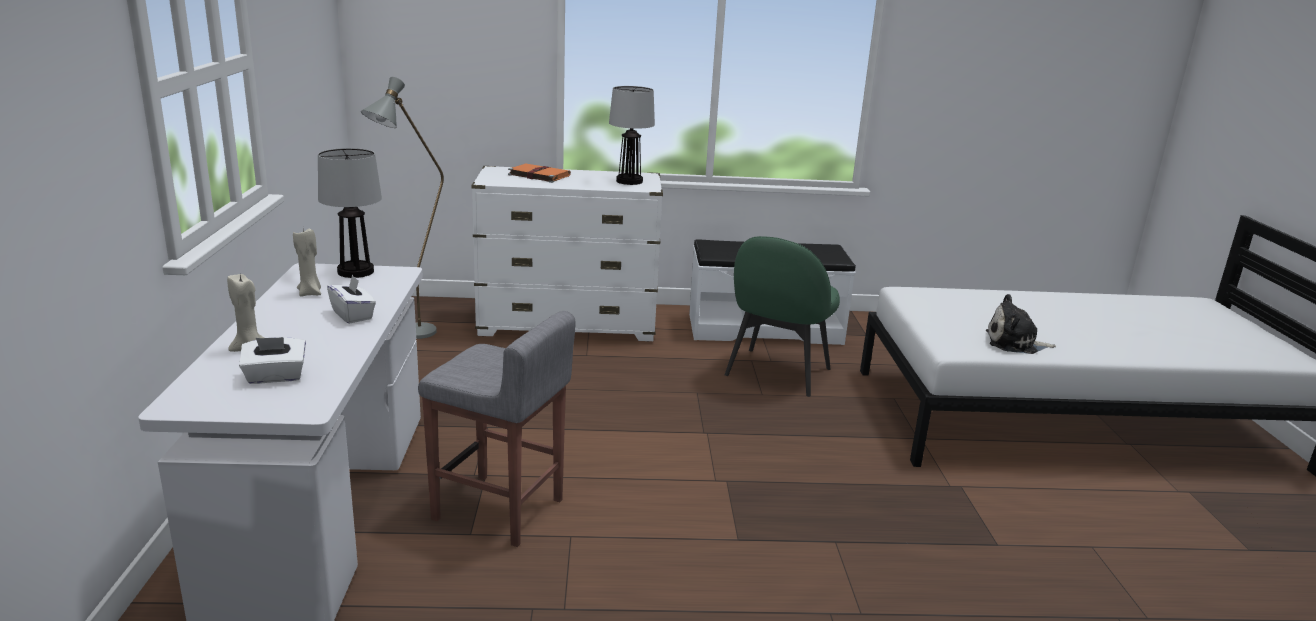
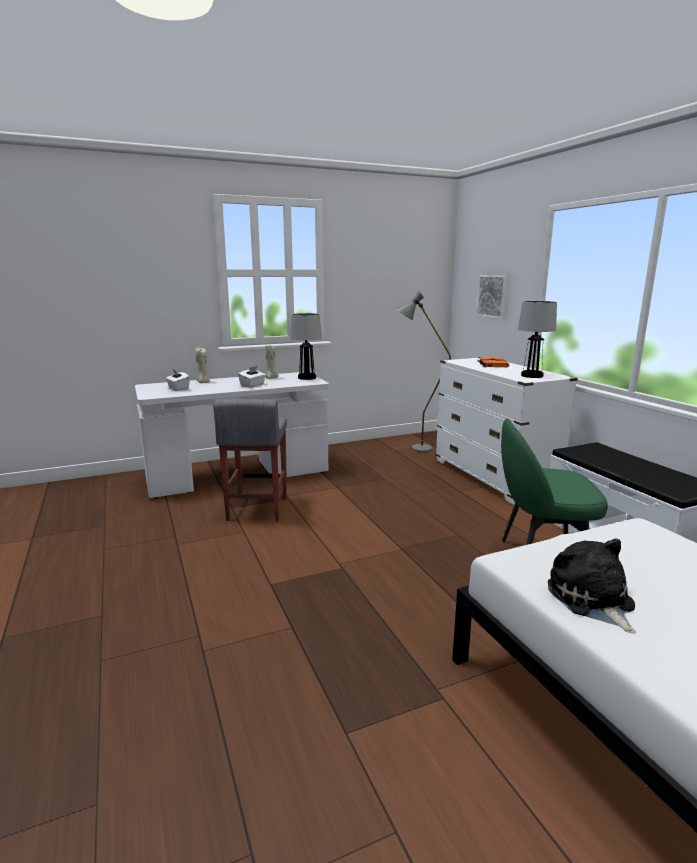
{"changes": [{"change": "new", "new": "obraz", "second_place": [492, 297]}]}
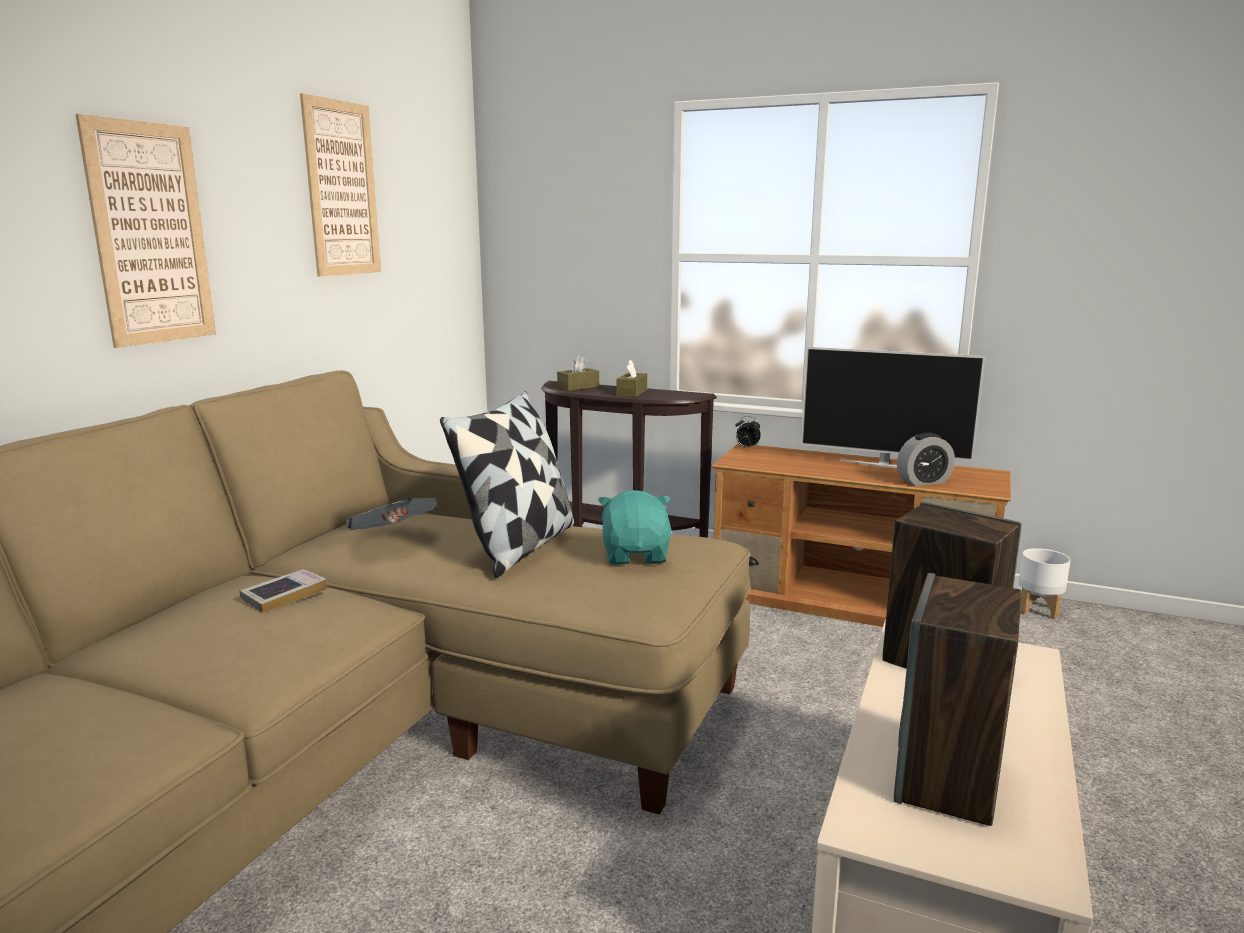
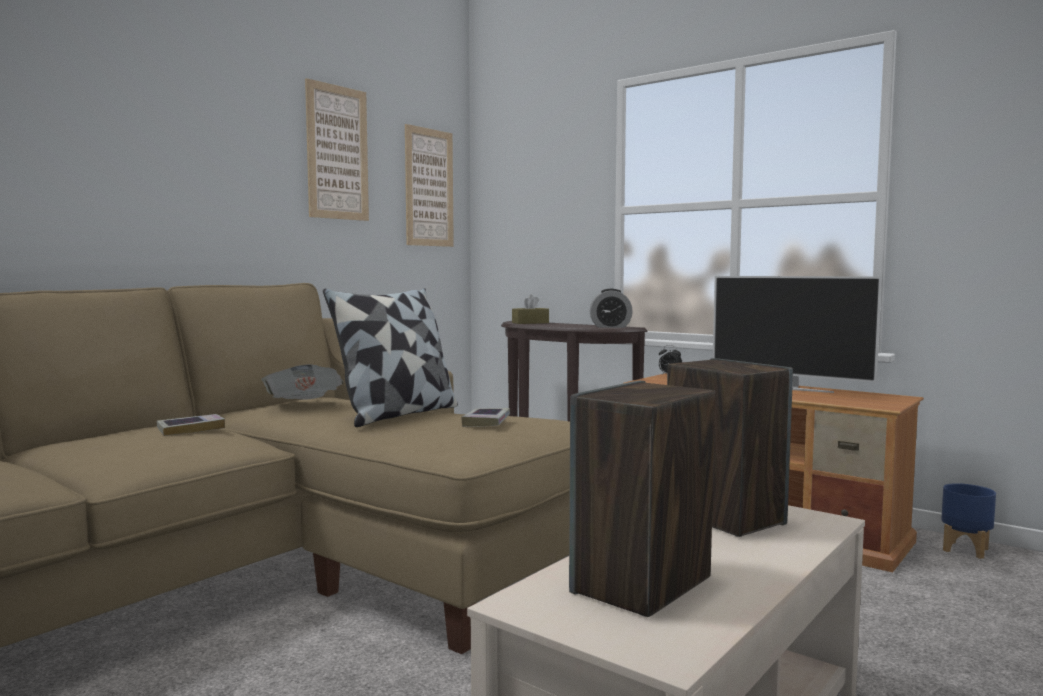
{"changes": [{"change": "gone", "old": "pudełko chusteczek/brązowy", "first_place": [631, 378]}, {"change": "shifted", "old": "obraz", "first_place": [146, 231], "second_place": [429, 185]}, {"change": "shifted", "old": "budzik", "first_place": [926, 459], "second_place": [611, 308]}, {"change": "swapped", "old": "pluszak/turkusowy", "new": "książka", "first_place": [634, 527], "second_place": [485, 417]}, {"change": "repainted", "old": "donica/biały", "new": "donica/niebieski", "first_place": [1045, 583], "second_place": [968, 521]}]}
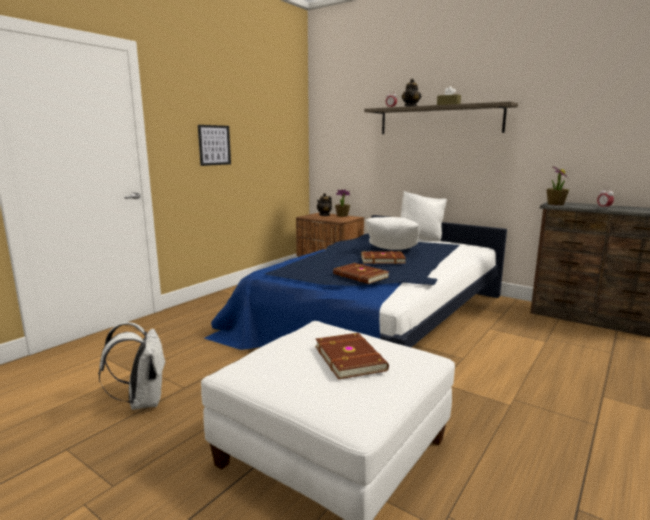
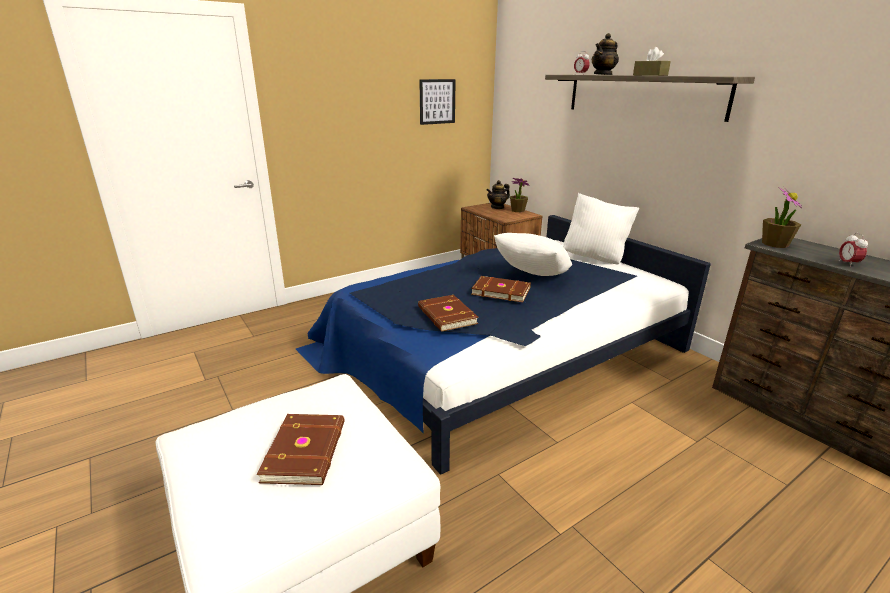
{"changes": [{"change": "gone", "old": "plecak/biały", "first_place": [132, 366]}, {"change": "shifted", "old": "obraz", "first_place": [214, 145], "second_place": [437, 102]}]}
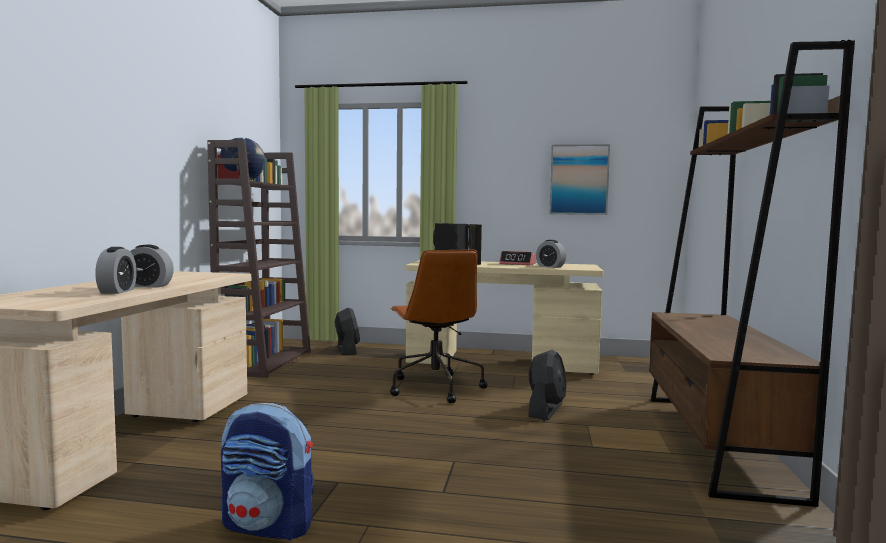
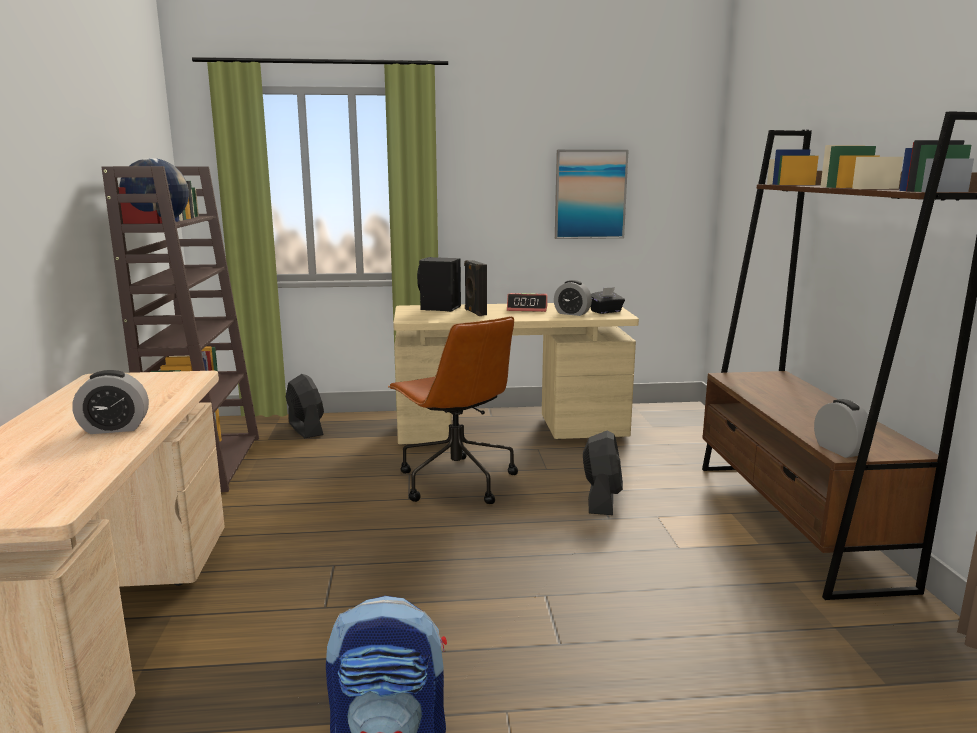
{"changes": [{"change": "new", "new": "pudełko chusteczek/czarny", "second_place": [608, 300]}, {"change": "shifted", "old": "budzik", "first_place": [116, 270], "second_place": [843, 428]}]}
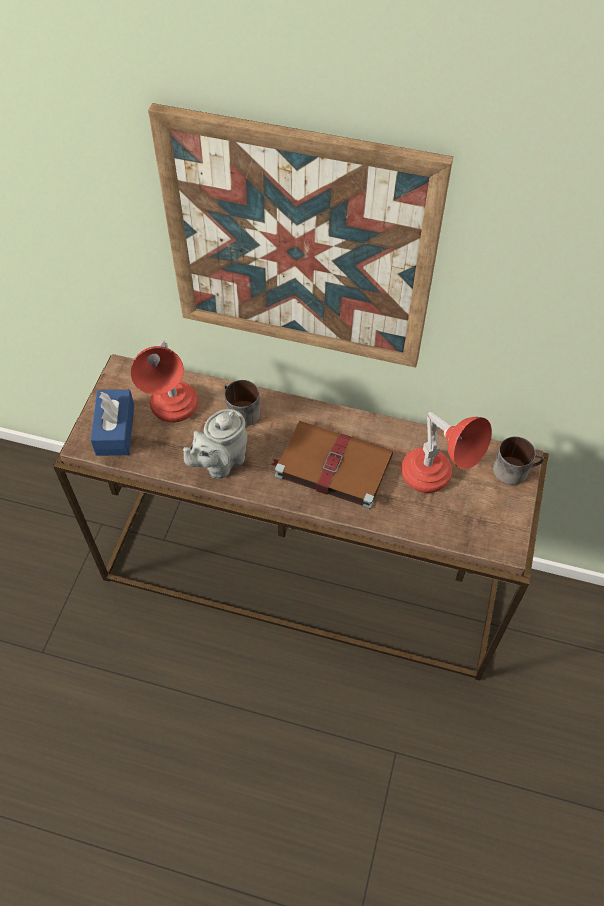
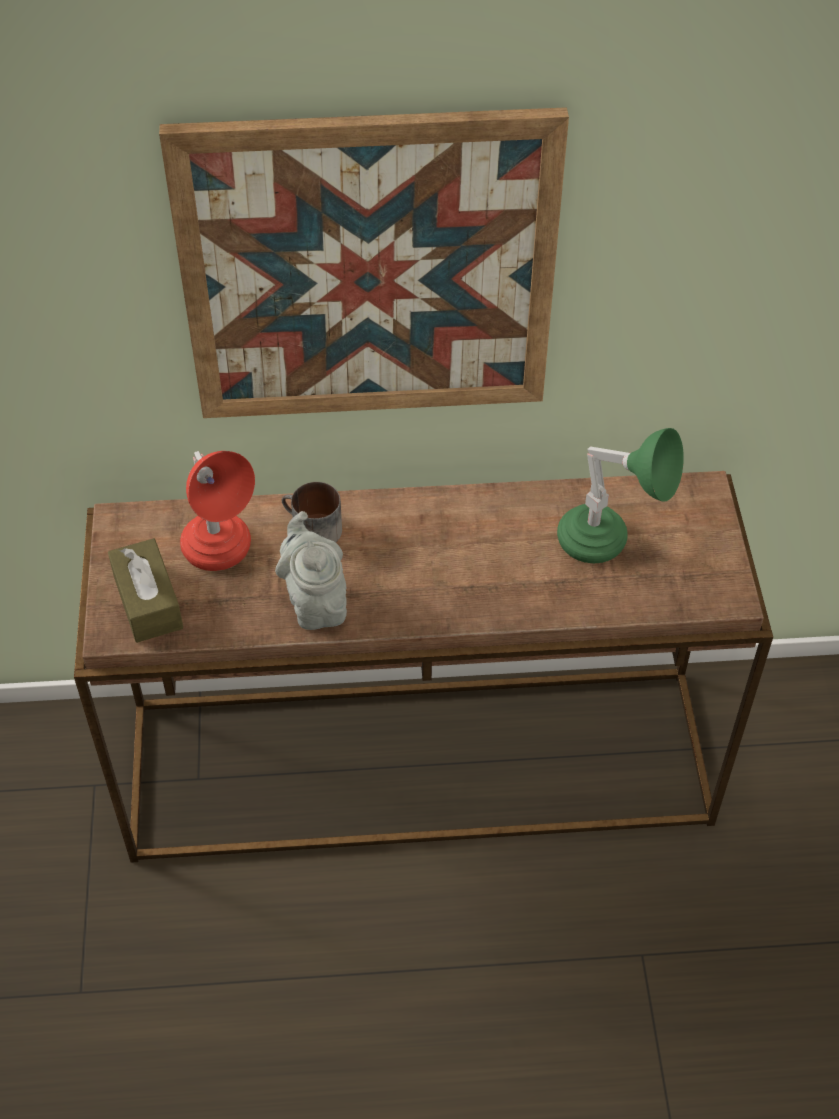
{"changes": [{"change": "gone", "old": "książka/brązowy", "first_place": [332, 465]}, {"change": "gone", "old": "kubek", "first_place": [518, 461]}, {"change": "repainted", "old": "pudełko chusteczek/niebieski", "new": "pudełko chusteczek/brązowy", "first_place": [112, 422], "second_place": [145, 590]}, {"change": "repainted", "old": "lampa stołowa/czerwony", "new": "lampa stołowa/zielony", "first_place": [446, 452], "second_place": [620, 495]}, {"change": "rotated", "old": "imbryk/szary", "first_place": [215, 444], "second_place": [311, 570], "degrees": 135}]}
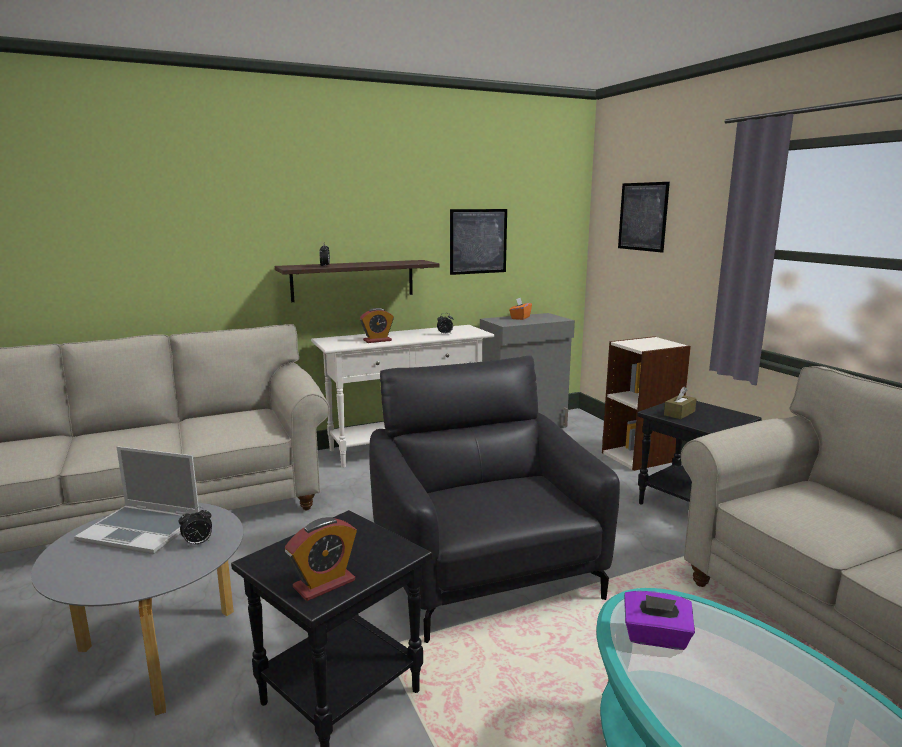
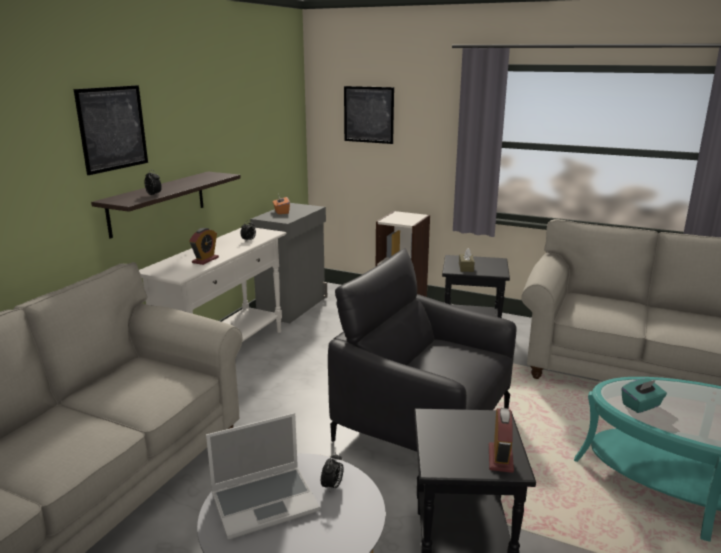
{"changes": [{"change": "shifted", "old": "obraz", "first_place": [478, 242], "second_place": [111, 130]}, {"change": "repainted", "old": "pudełko chusteczek/fioletowy", "new": "pudełko chusteczek/turkusowy", "first_place": [659, 620], "second_place": [644, 395]}]}
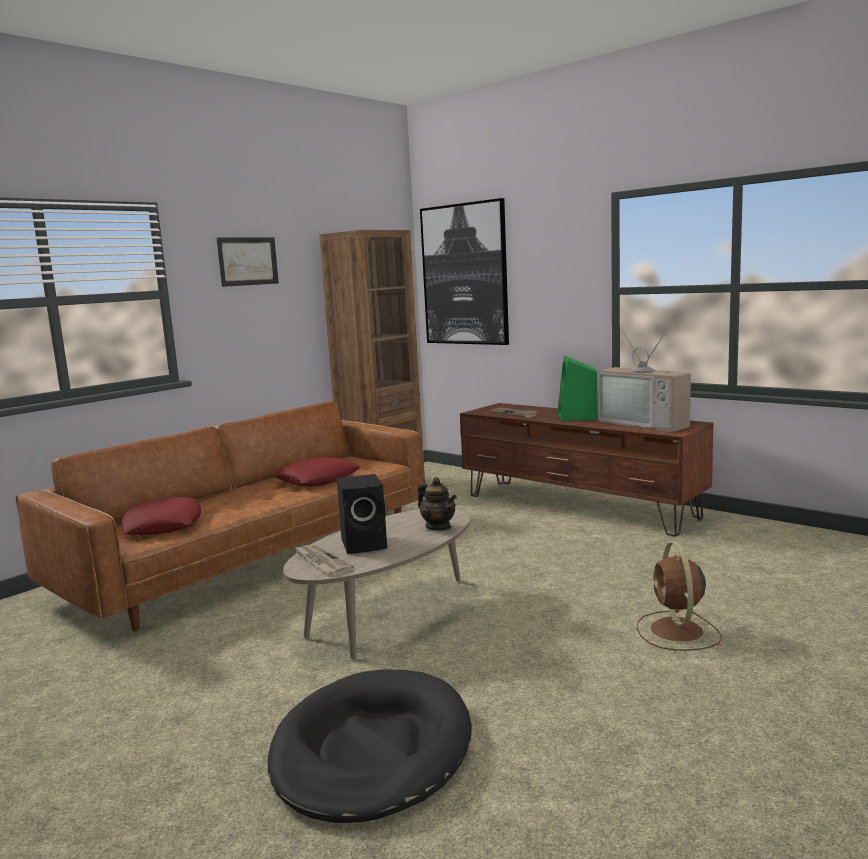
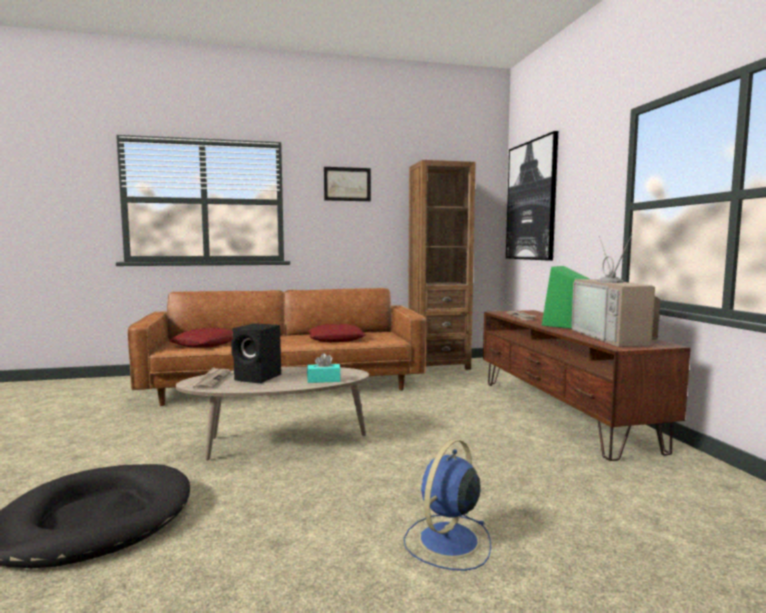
{"changes": [{"change": "swapped", "old": "imbryk", "new": "pudełko chusteczek/turkusowy", "first_place": [437, 503], "second_place": [324, 368]}, {"change": "repainted", "old": "wentylator/brązowy", "new": "wentylator/niebieski", "first_place": [679, 596], "second_place": [447, 505]}]}
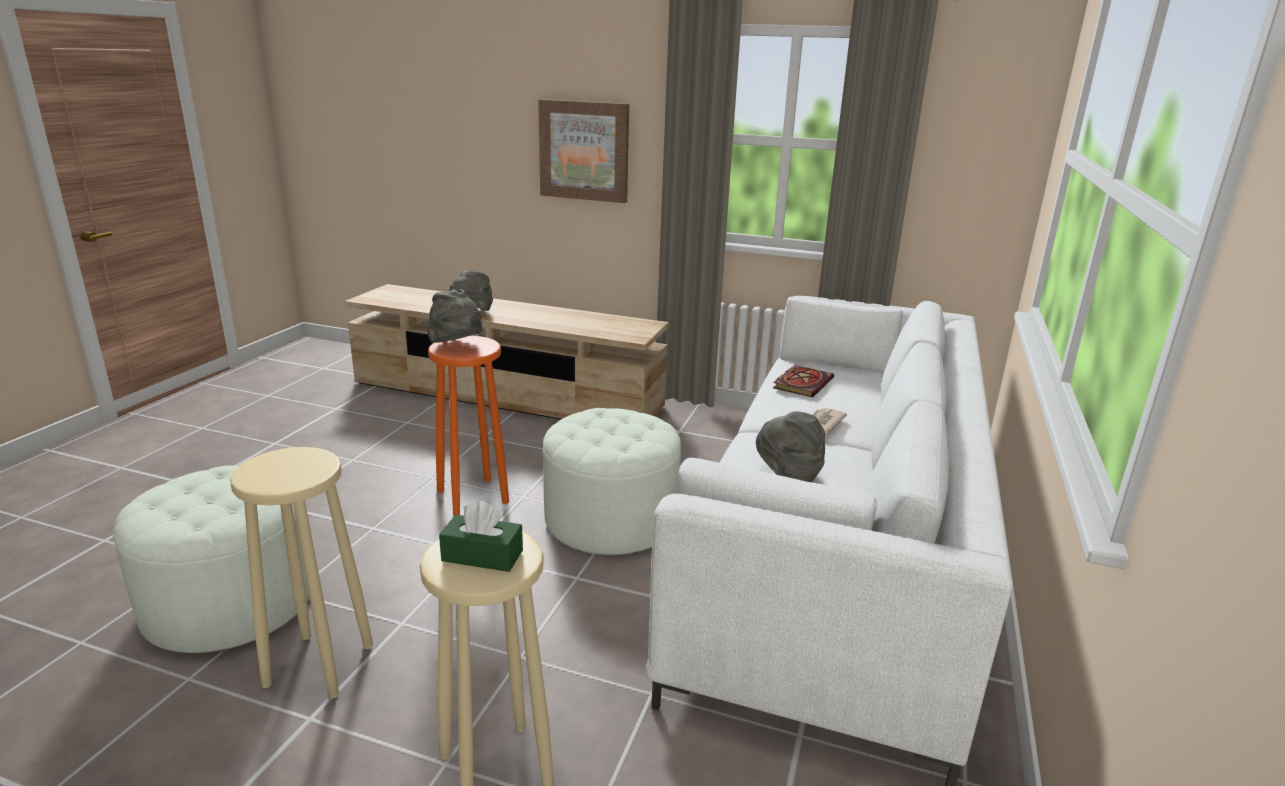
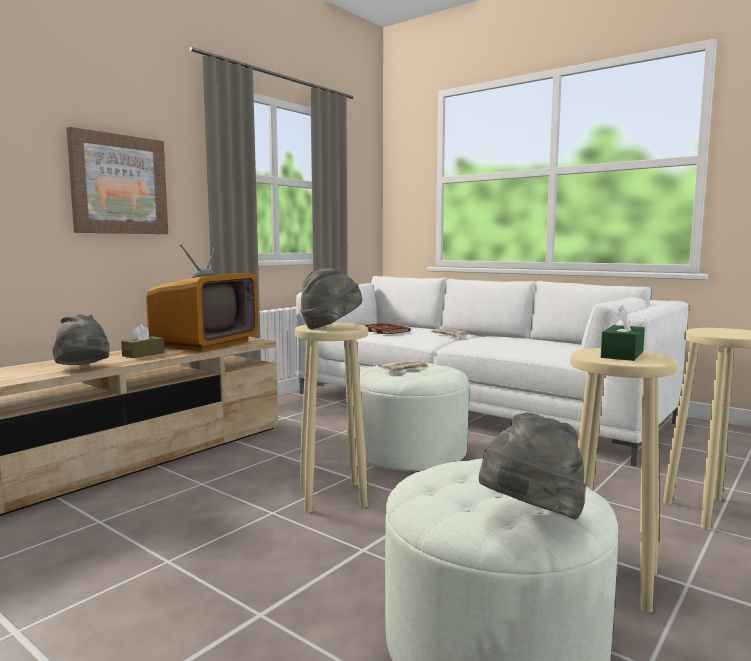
{"changes": [{"change": "new", "new": "pudełko chusteczek/brązowy", "second_place": [143, 341]}, {"change": "new", "new": "telewizor", "second_place": [202, 295]}, {"change": "new", "new": "gazeta", "second_place": [403, 365]}, {"change": "shifted", "old": "pudełko chusteczek/zielony", "first_place": [481, 536], "second_place": [623, 333]}, {"change": "shifted", "old": "kapelusz/szary", "first_place": [790, 446], "second_place": [532, 466]}, {"change": "repainted", "old": "stołek/pomarańczowy", "new": "stołek/beżowy", "first_place": [468, 426], "second_place": [331, 417]}]}
